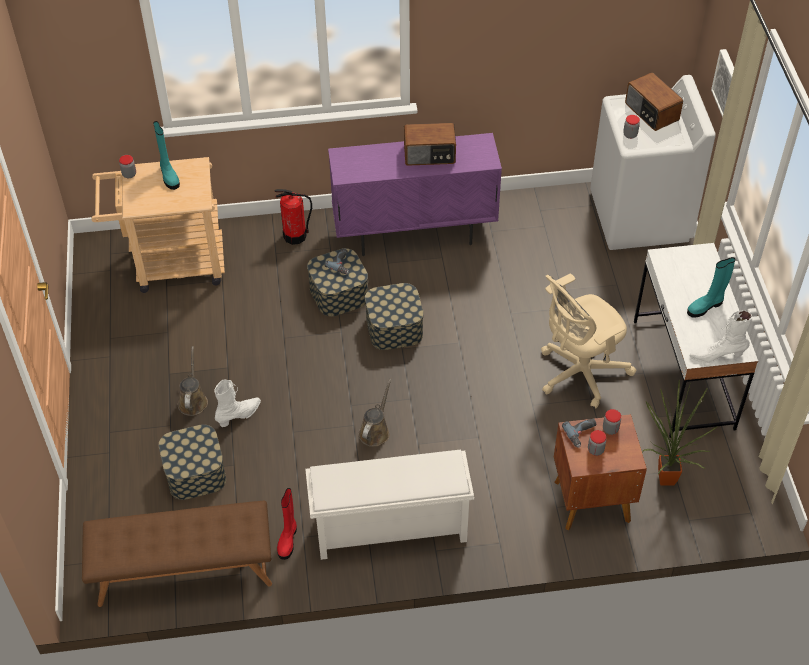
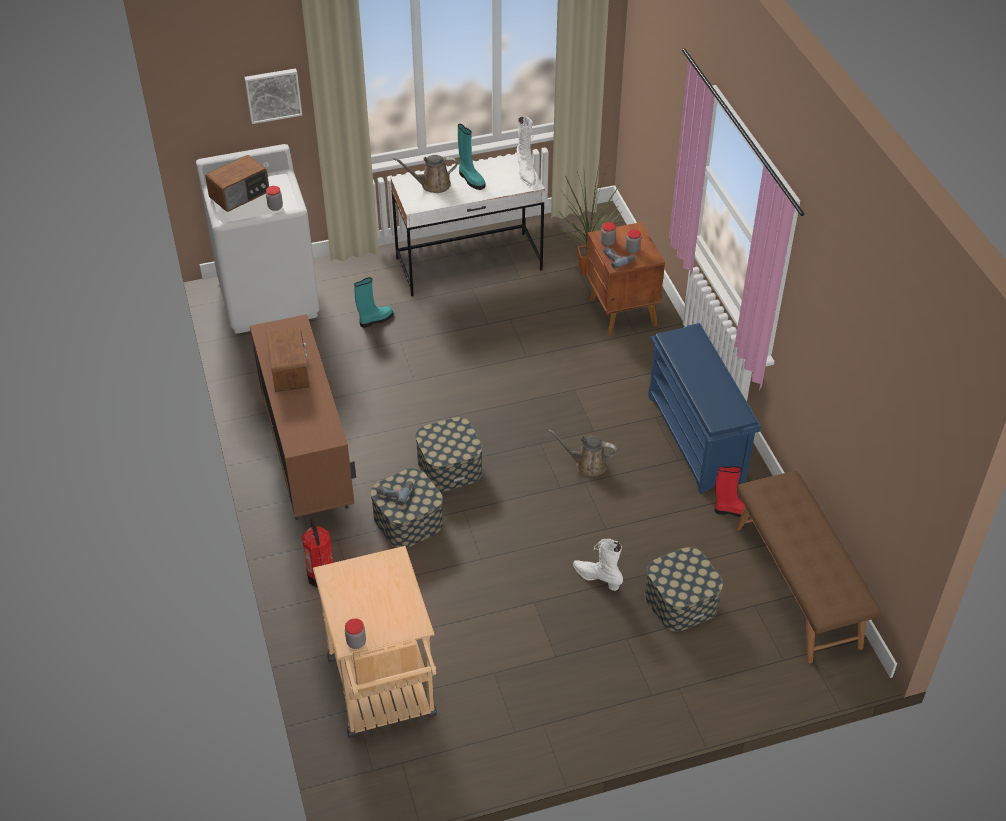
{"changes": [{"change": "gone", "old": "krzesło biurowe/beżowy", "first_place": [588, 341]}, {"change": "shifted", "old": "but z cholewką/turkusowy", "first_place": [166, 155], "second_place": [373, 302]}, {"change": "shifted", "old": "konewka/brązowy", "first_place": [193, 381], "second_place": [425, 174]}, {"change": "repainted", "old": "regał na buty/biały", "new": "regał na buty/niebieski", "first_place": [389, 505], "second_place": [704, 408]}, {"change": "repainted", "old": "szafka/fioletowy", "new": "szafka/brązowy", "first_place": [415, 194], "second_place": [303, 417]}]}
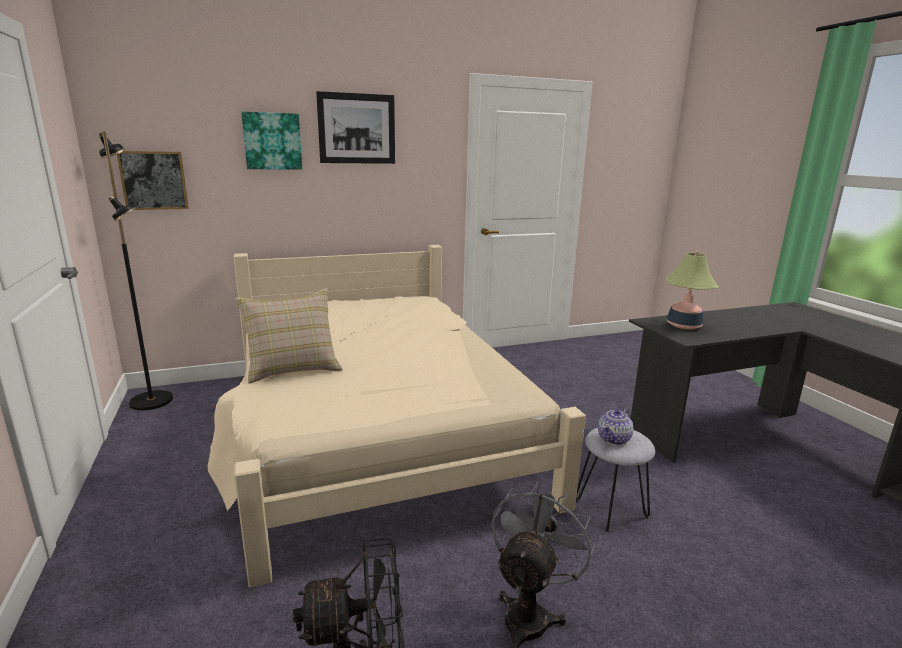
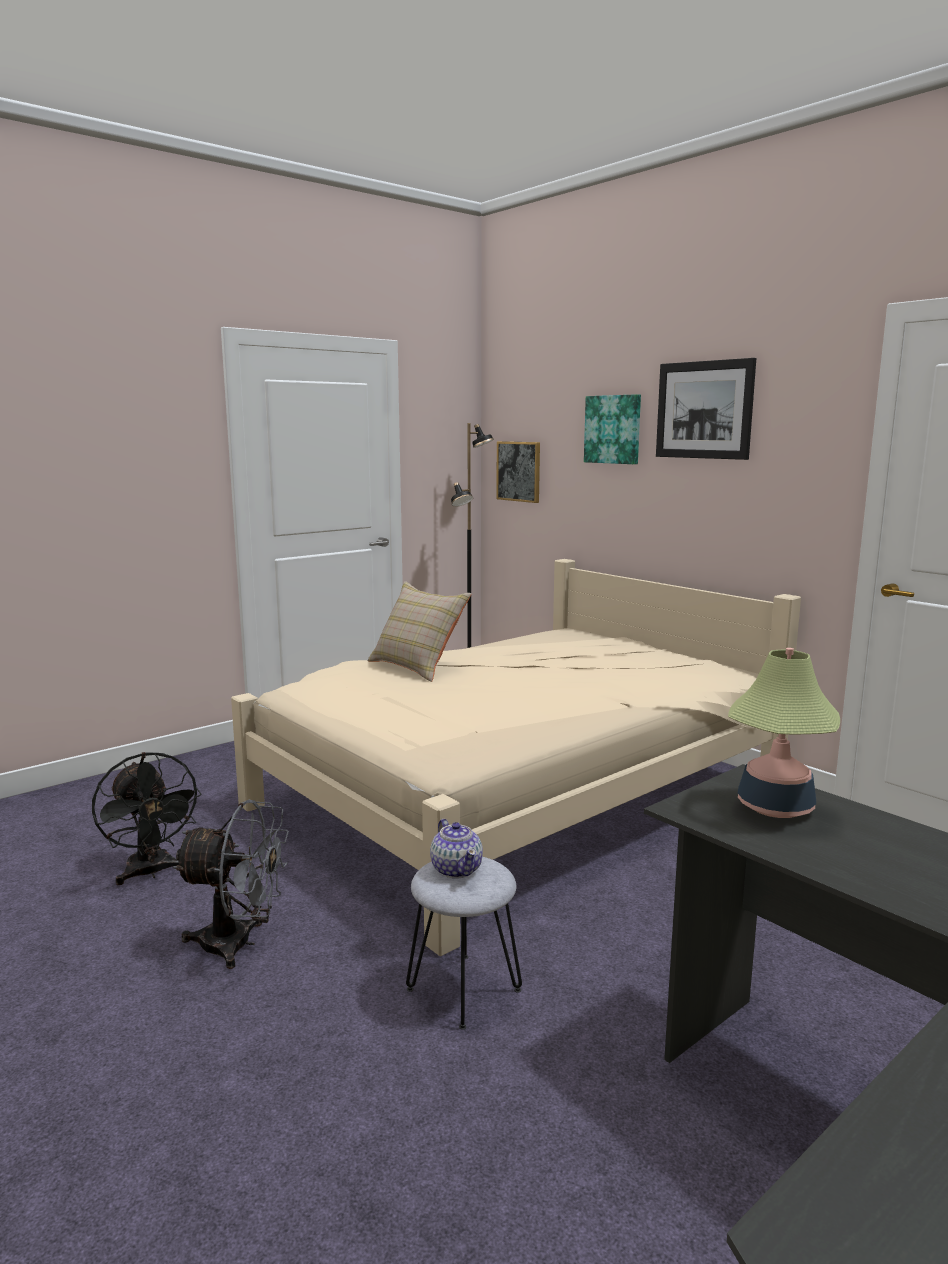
{"changes": [{"change": "rotated", "old": "imbryk", "first_place": [615, 426], "second_place": [456, 849], "degrees": -135}]}
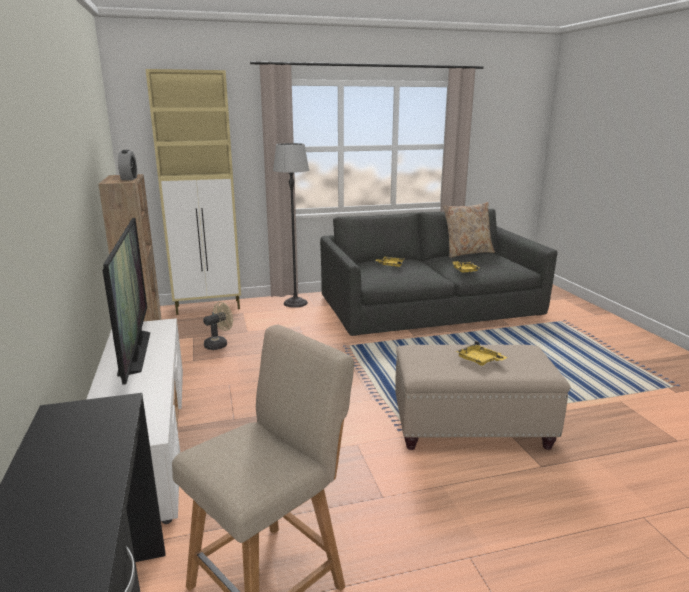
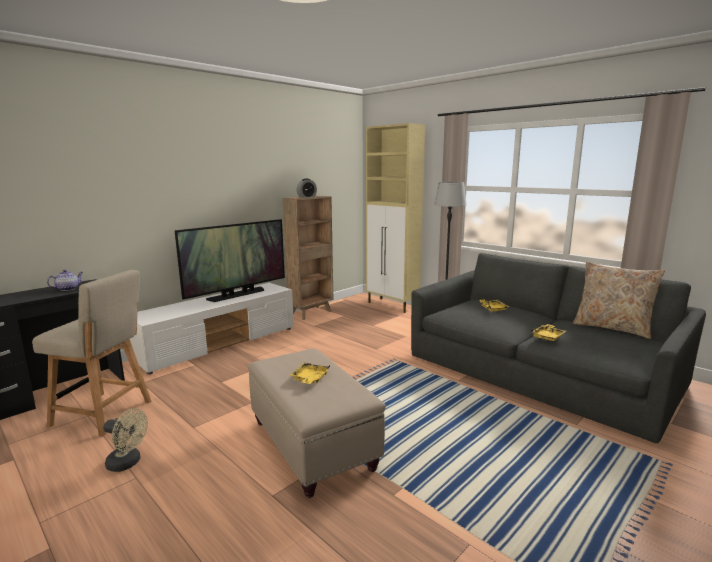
{"changes": [{"change": "new", "new": "imbryk", "second_place": [65, 280]}, {"change": "shifted", "old": "wentylator/beżowy", "first_place": [218, 326], "second_place": [125, 440]}]}
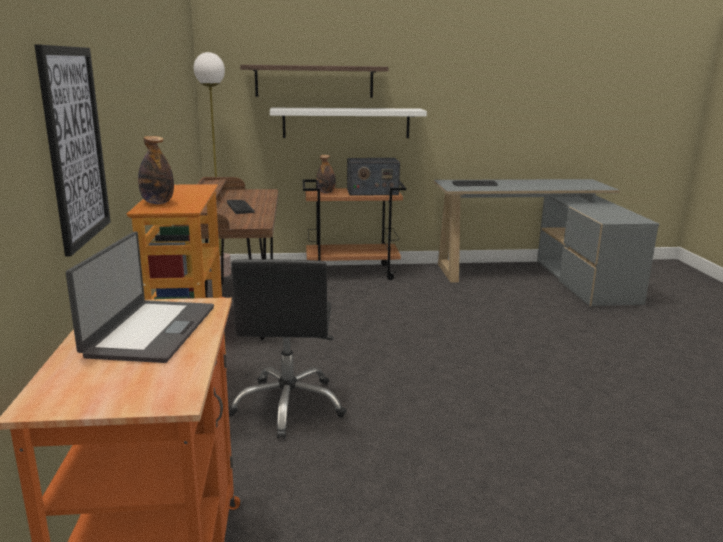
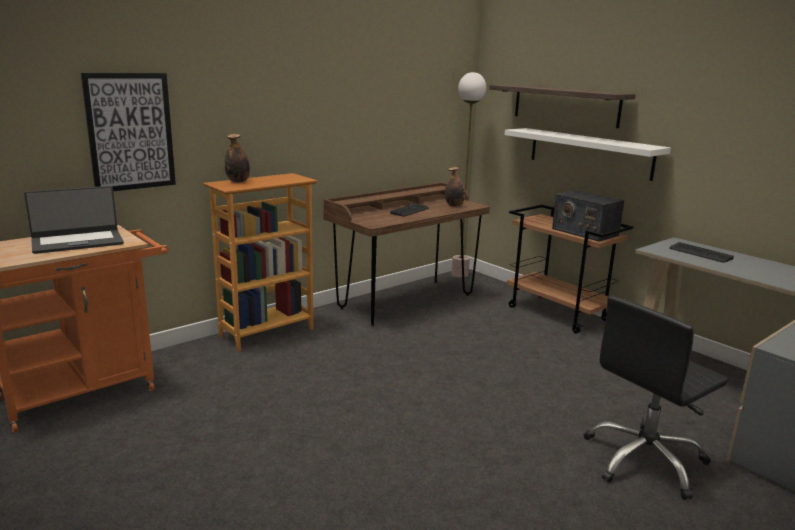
{"changes": [{"change": "shifted", "old": "krzesło biurowe/czarny", "first_place": [287, 349], "second_place": [656, 397]}, {"change": "shifted", "old": "butelka", "first_place": [326, 174], "second_place": [455, 187]}]}
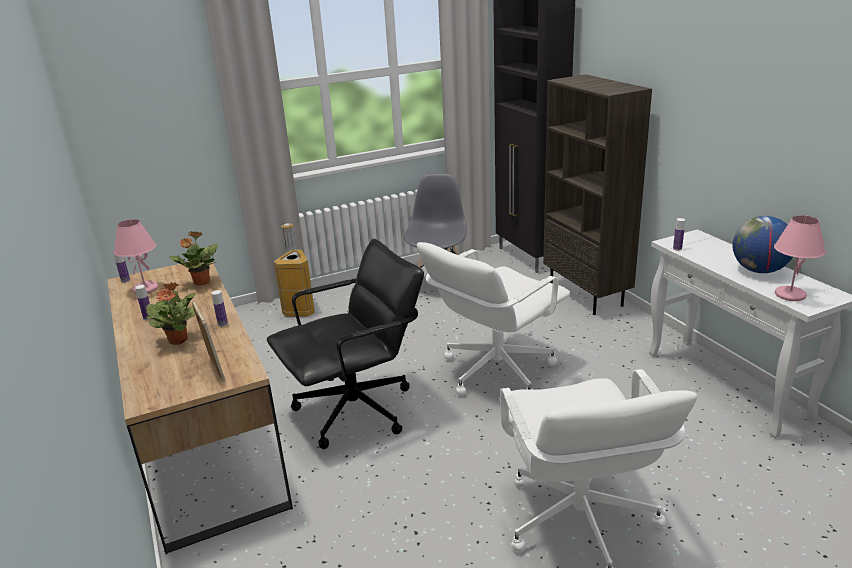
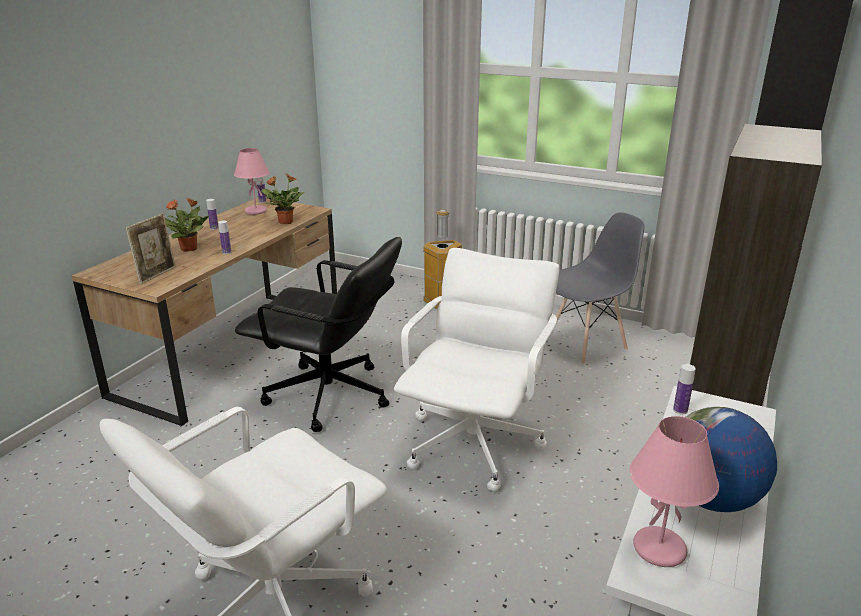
{"changes": [{"change": "rotated", "old": "krzesło biurowe/biały", "first_place": [493, 319], "second_place": [476, 370], "degrees": 105}]}
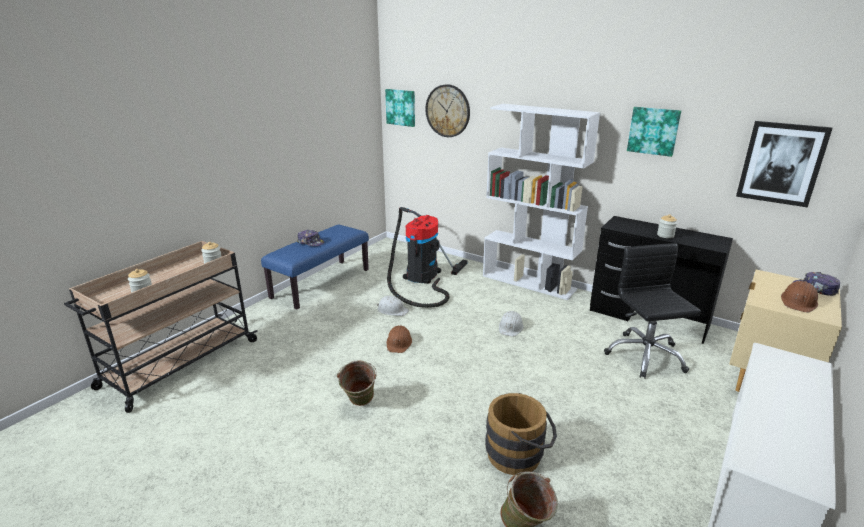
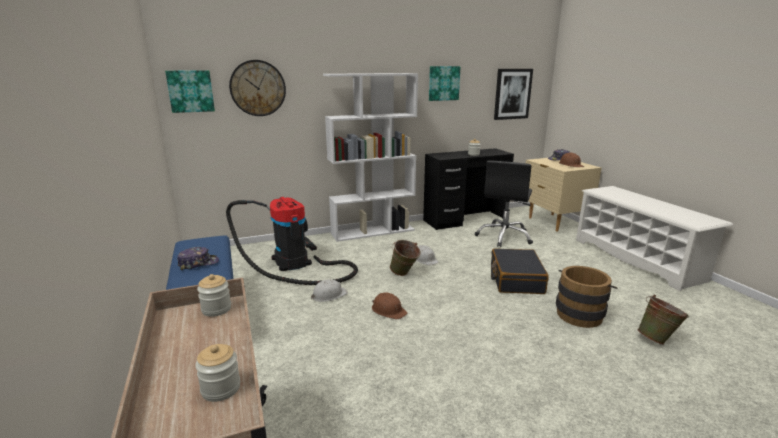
{"changes": [{"change": "new", "new": "walizka/czarny", "second_place": [520, 271]}, {"change": "shifted", "old": "wiadro/zielony", "first_place": [357, 383], "second_place": [405, 258]}, {"change": "rotated", "old": "krzesło biurowe/czarny", "first_place": [652, 311], "second_place": [504, 203], "degrees": -90}]}
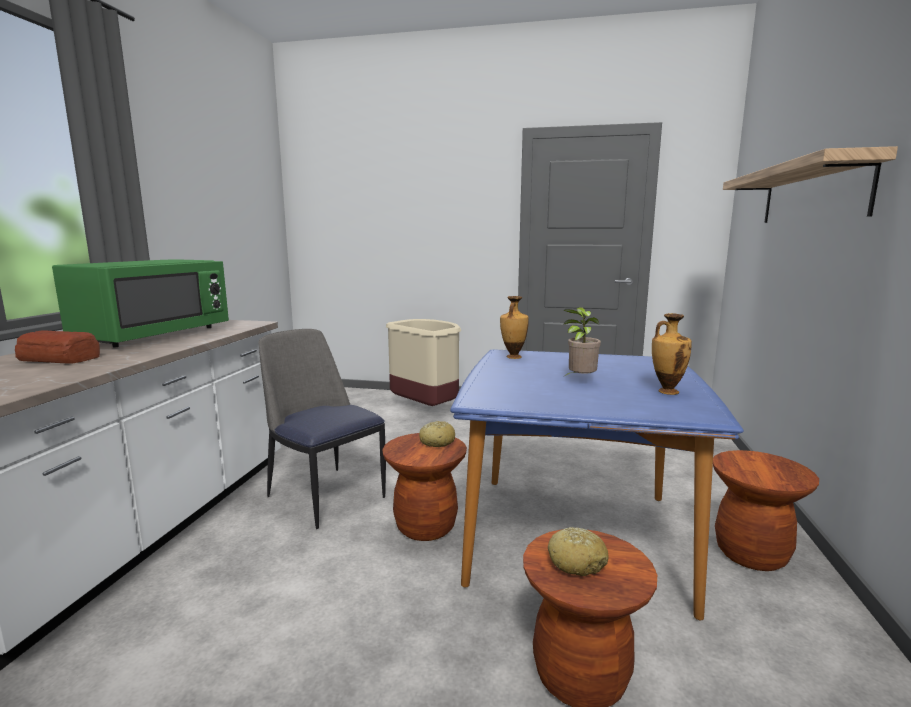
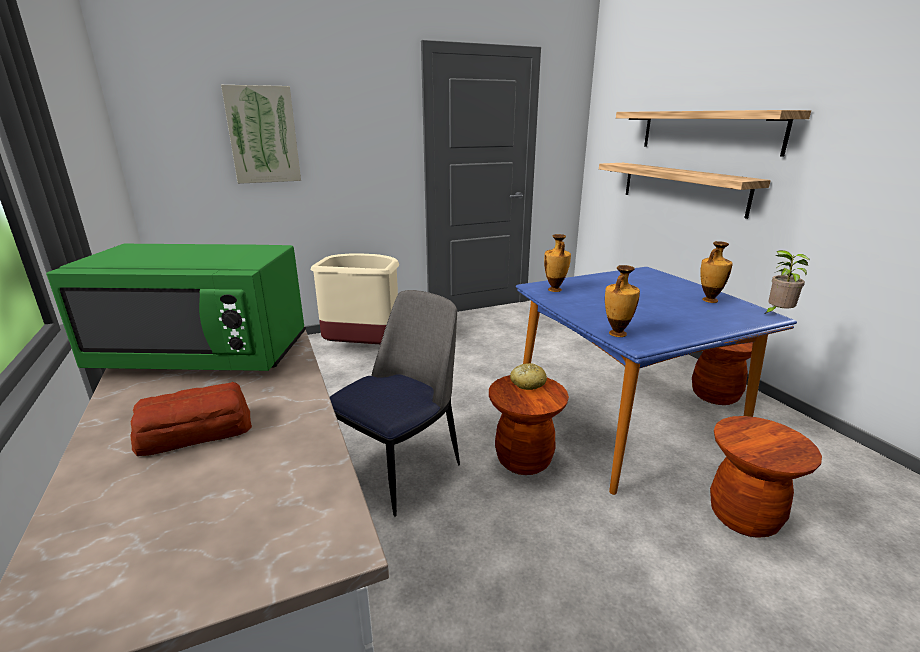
{"changes": [{"change": "gone", "old": "chleb", "first_place": [578, 551]}, {"change": "new", "new": "obraz", "second_place": [261, 134]}, {"change": "new", "new": "półka", "second_place": [685, 191]}, {"change": "new", "new": "wazon", "second_place": [622, 301]}, {"change": "shifted", "old": "roślina doniczkowa", "first_place": [582, 341], "second_place": [786, 282]}, {"change": "rotated", "old": "mikrofalówka/zielony", "first_place": [140, 303], "second_place": [176, 307], "degrees": 105}, {"change": "rotated", "old": "krzesło", "first_place": [322, 429], "second_place": [395, 403], "degrees": 120}]}
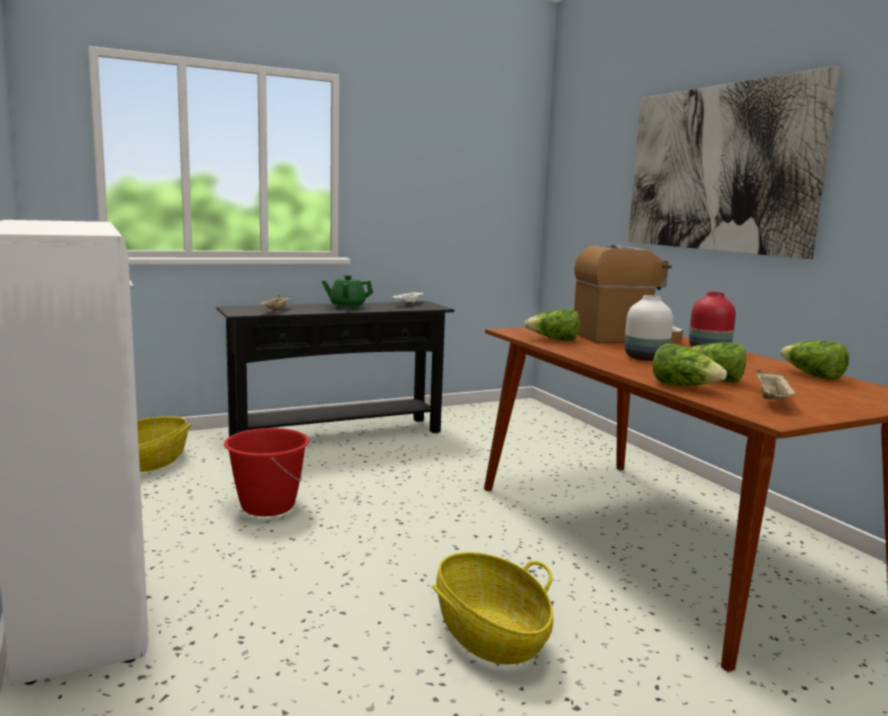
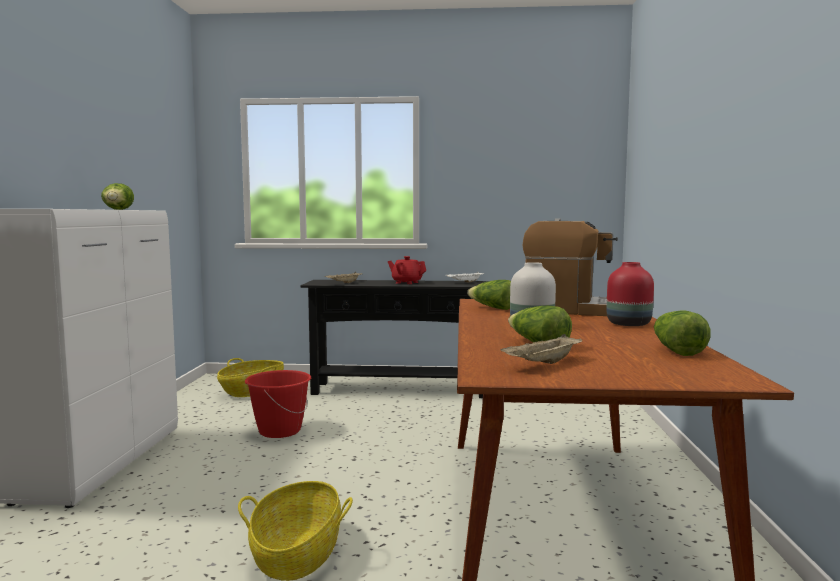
{"changes": [{"change": "gone", "old": "obraz", "first_place": [734, 162]}, {"change": "shifted", "old": "sałata", "first_place": [689, 364], "second_place": [117, 196]}, {"change": "repainted", "old": "imbryk/zielony", "new": "imbryk/czerwony", "first_place": [347, 292], "second_place": [407, 270]}]}
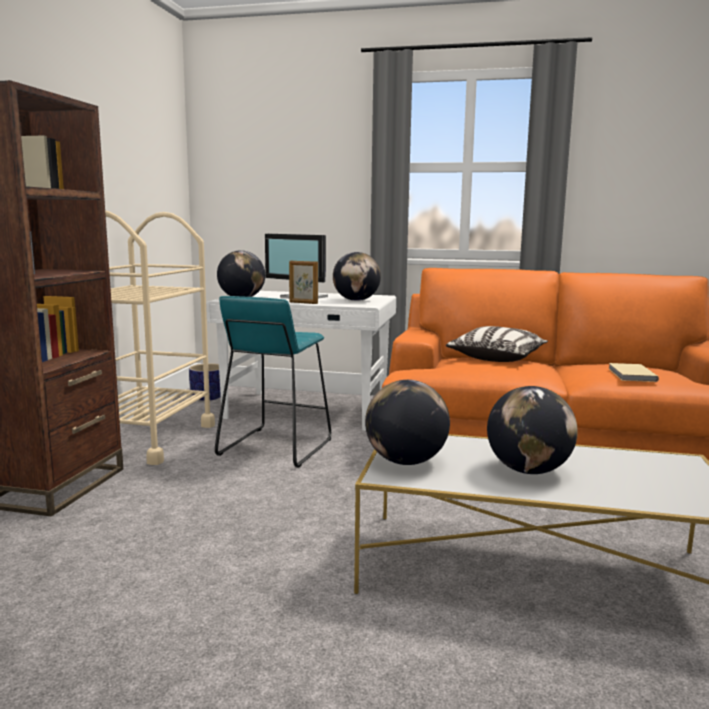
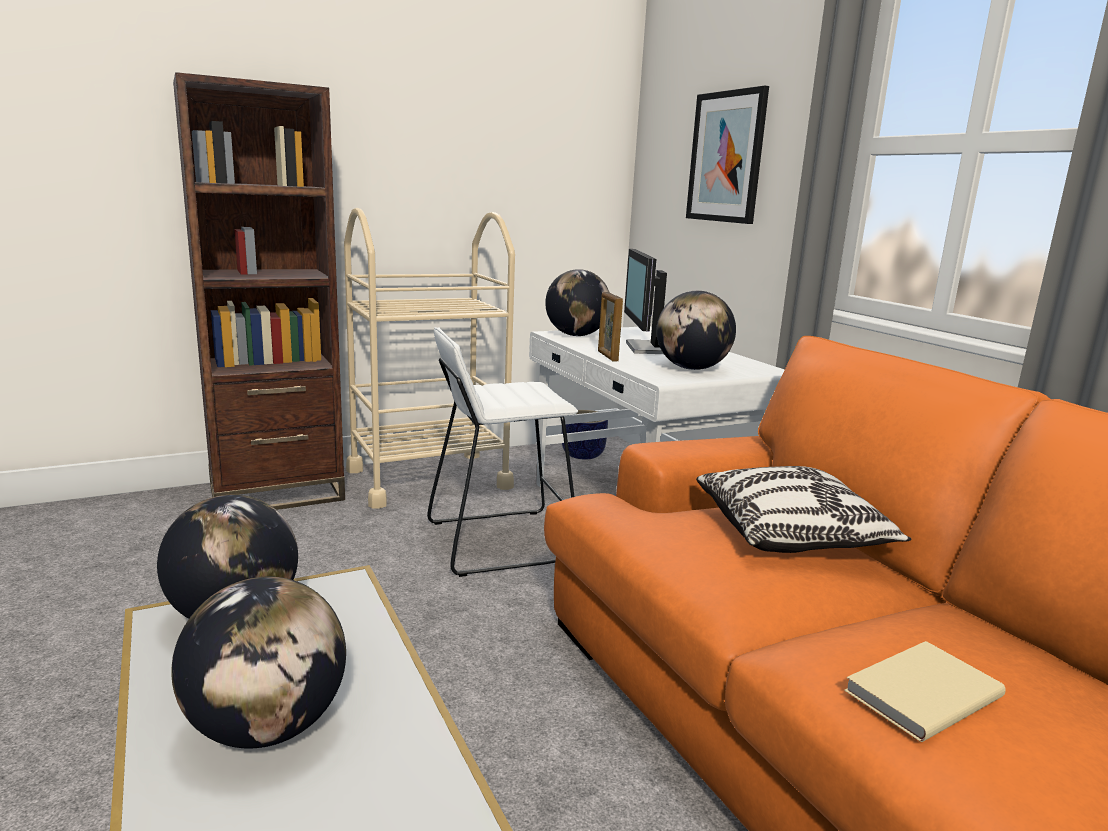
{"changes": [{"change": "new", "new": "obraz", "second_place": [727, 155]}, {"change": "repainted", "old": "stołek/turkusowy", "new": "stołek/biały", "first_place": [273, 382], "second_place": [502, 452]}]}
